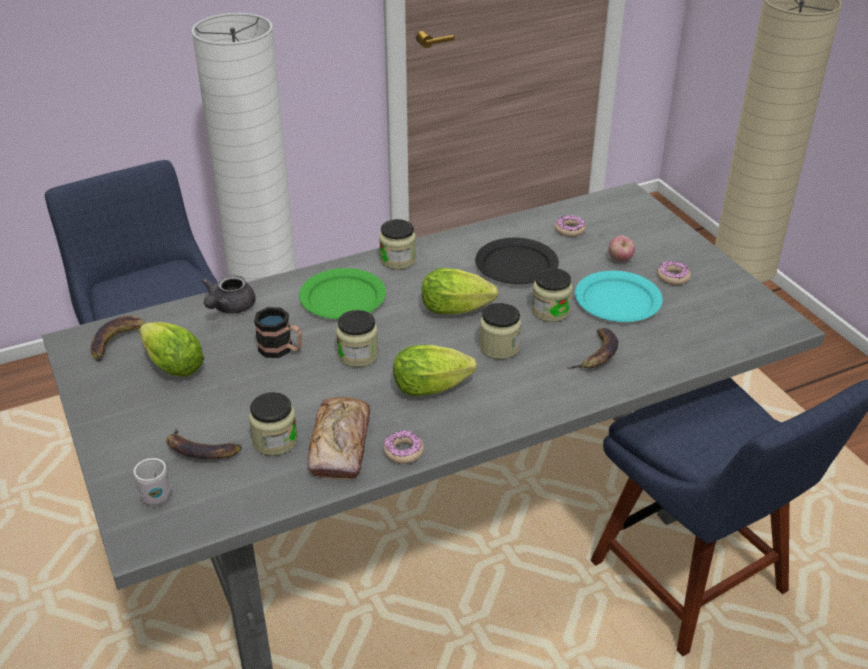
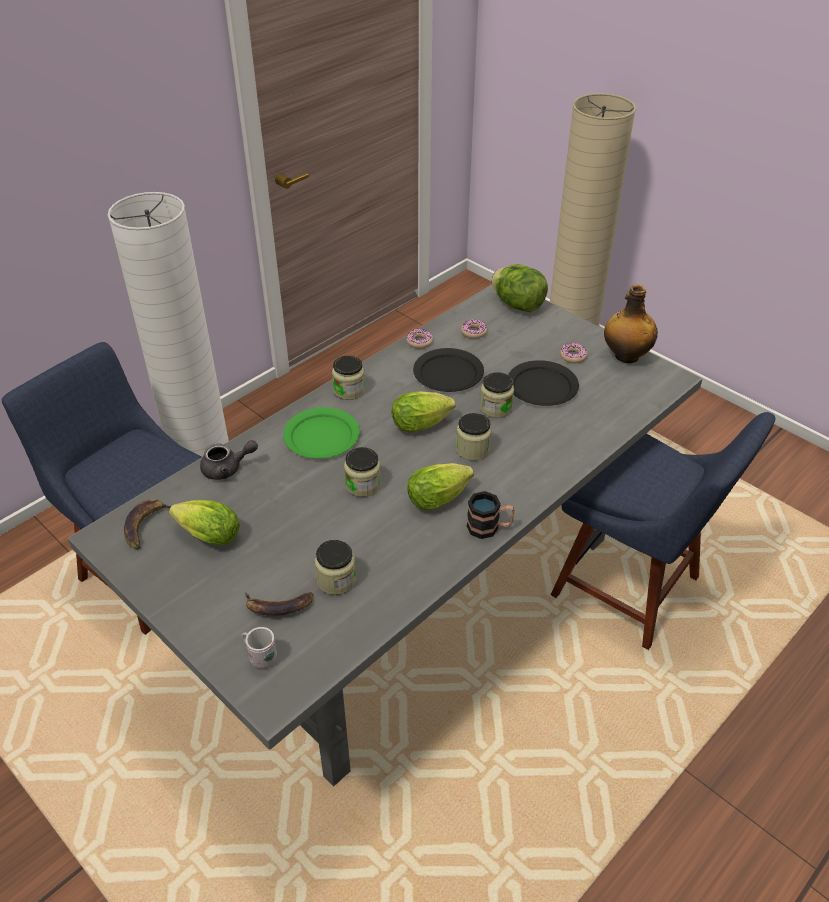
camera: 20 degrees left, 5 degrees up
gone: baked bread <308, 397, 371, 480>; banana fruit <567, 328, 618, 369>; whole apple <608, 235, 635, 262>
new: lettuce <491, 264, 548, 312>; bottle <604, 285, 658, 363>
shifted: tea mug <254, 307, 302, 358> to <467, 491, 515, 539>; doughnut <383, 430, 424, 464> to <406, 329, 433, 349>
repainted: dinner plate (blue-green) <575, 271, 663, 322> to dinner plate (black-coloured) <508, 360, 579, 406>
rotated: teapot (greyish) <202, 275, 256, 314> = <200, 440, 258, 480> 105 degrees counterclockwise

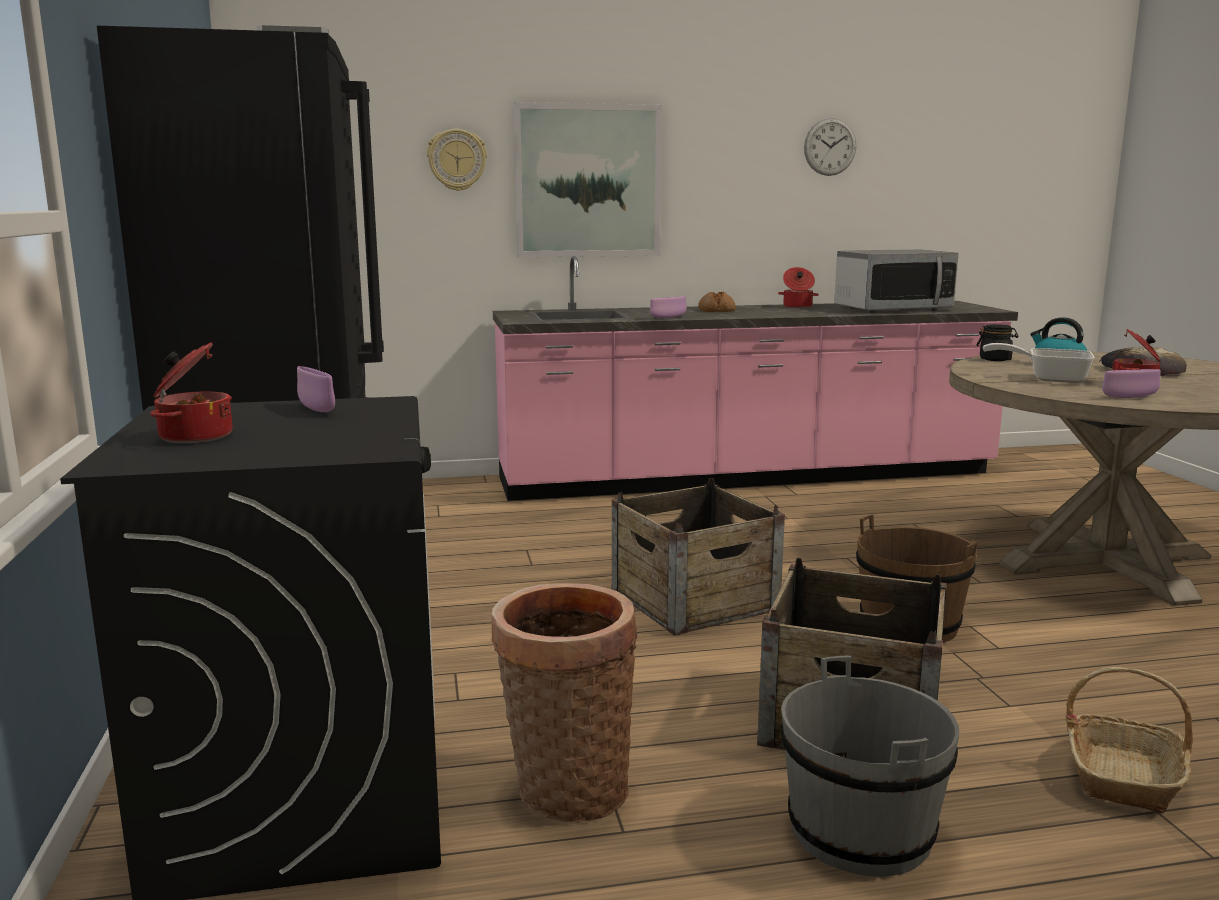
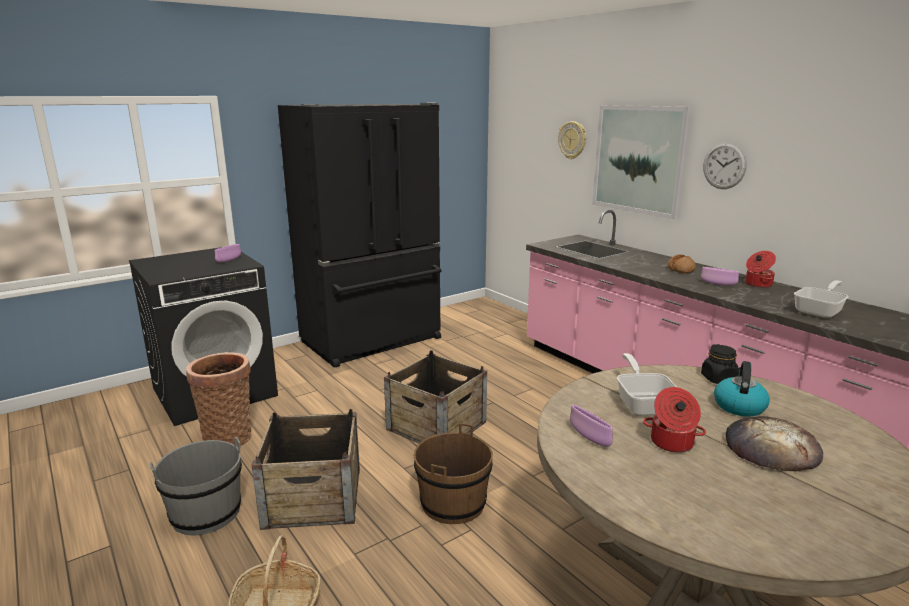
camera: 65 degrees right, 5 degrees up
gone: cooking pot <150, 342, 233, 443>
shifted: bowl (purple) <650, 296, 686, 318> to <701, 267, 739, 285>; hanging clock <804, 118, 856, 176> to <703, 142, 747, 189>
swapped: microwave oven <834, 249, 959, 312> to pan <794, 280, 849, 318>

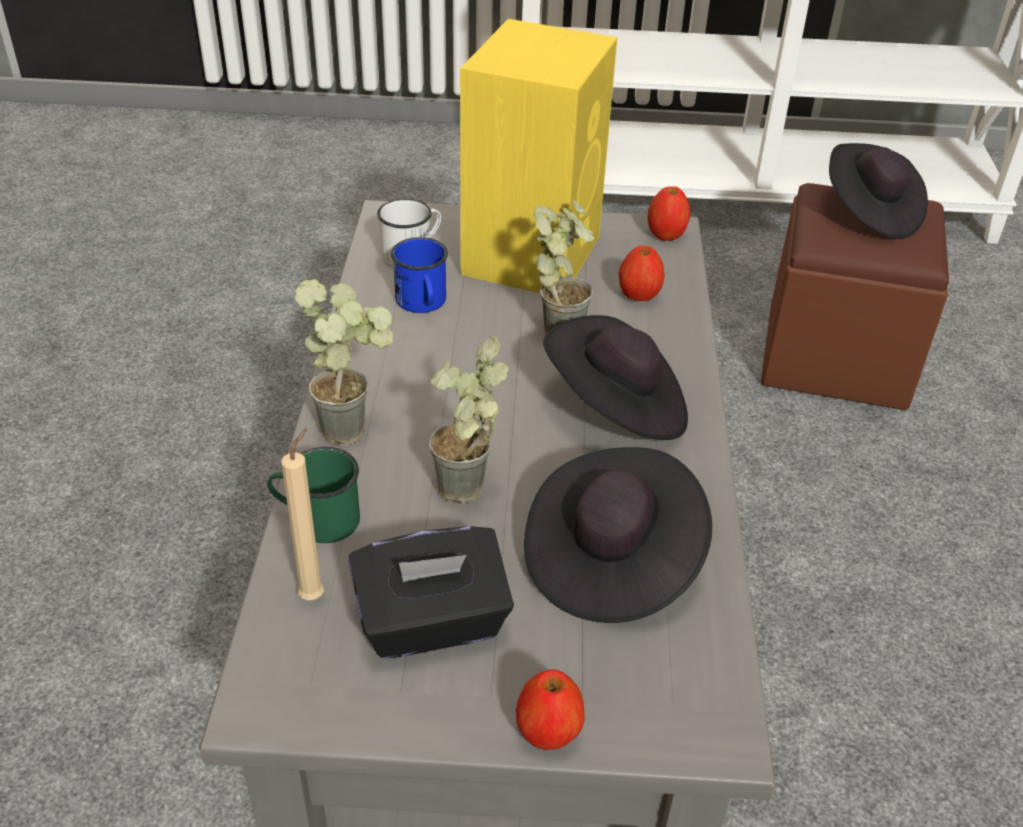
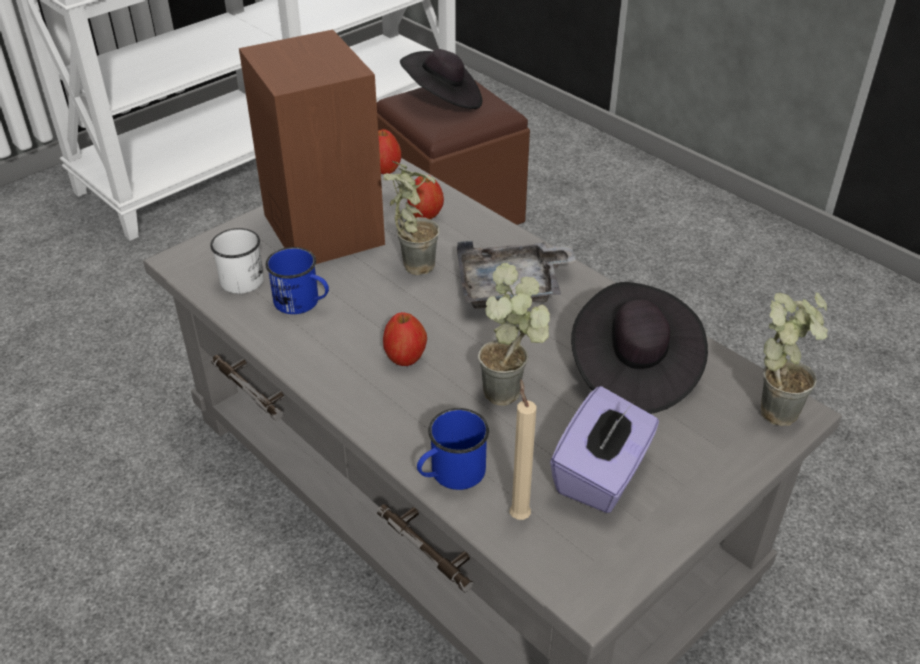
camera: 45 degrees left, 0 degrees up
shifted: houseplant <295, 279, 394, 445> to <761, 293, 828, 426>; whole apple <516, 669, 585, 750> to <383, 312, 427, 366>
swapped: hat (black-coloured) <543, 315, 688, 440> to carrying tray (greyish) <457, 241, 577, 308>
repainted: tea mug (green) <267, 447, 360, 543> to tea mug (bluish) <417, 408, 489, 490>; tissue holder (black-coloured) <348, 526, 514, 659> to tissue holder (purple) <550, 386, 659, 513>; audio speaker (yellow) <460, 19, 617, 294> to audio speaker (brownish) <239, 30, 385, 264>

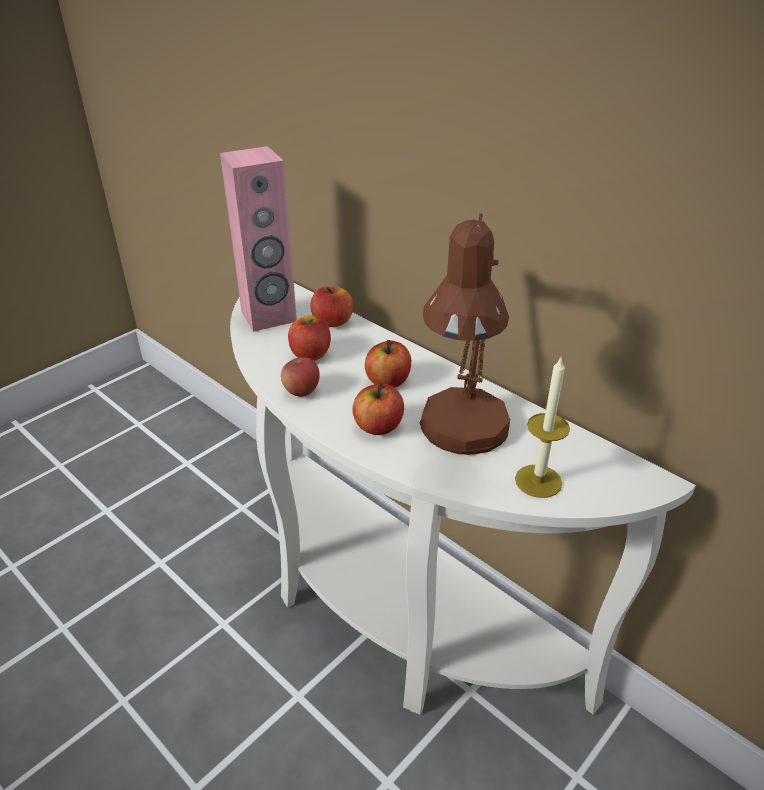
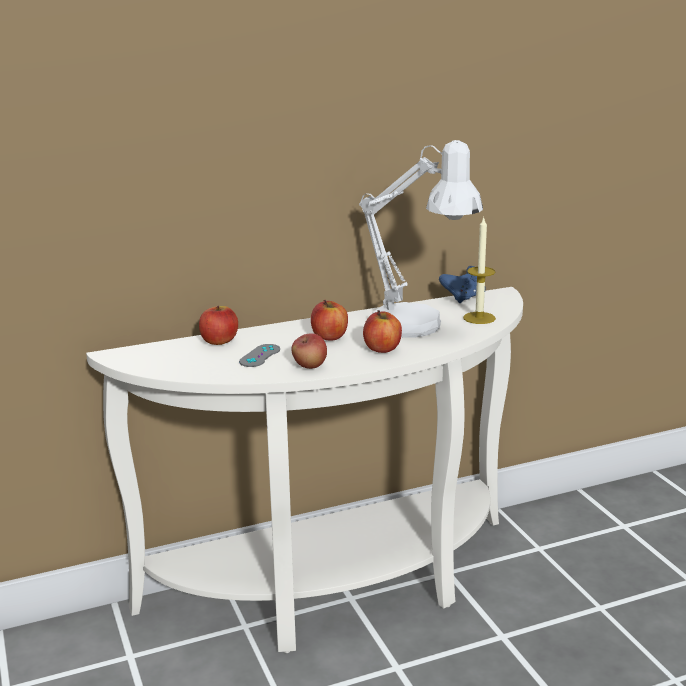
camera: 65 degrees left, 15 degrees down
gone: audio speaker (pinkish) <220, 146, 297, 332>
new: joypad (bluish) <439, 266, 486, 303>
swapped: whole apple <288, 316, 331, 361> to joypad (greyish) <239, 344, 280, 367>
repainted: table lamp (brownish) <420, 213, 510, 455> to table lamp (white) <359, 140, 483, 338>

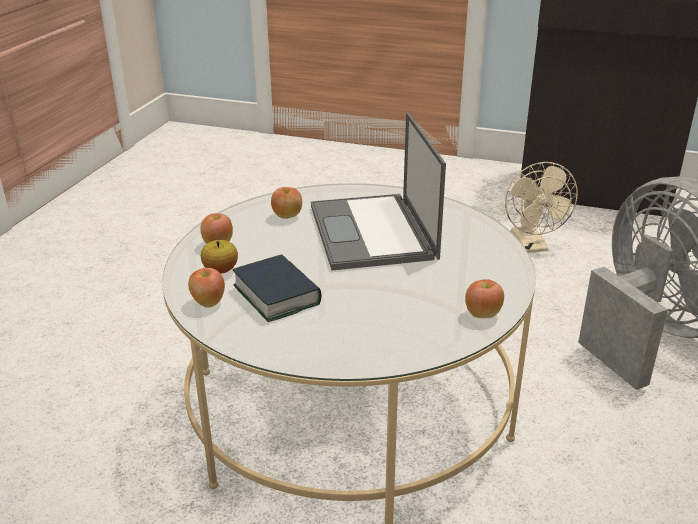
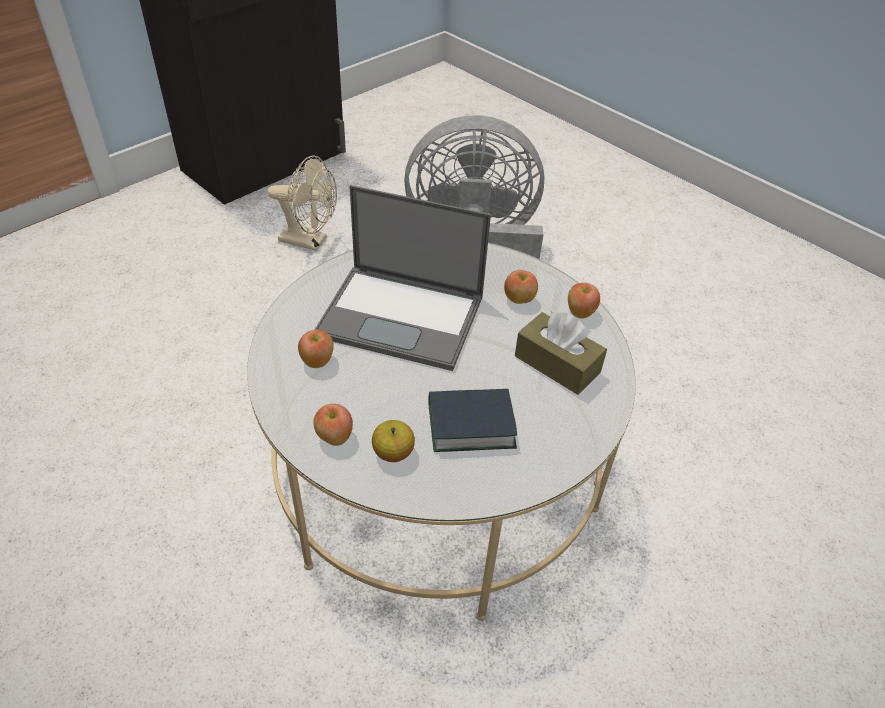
camera: 65 degrees left, 15 degrees up
new: tissue holder (brownish) <515, 311, 607, 395>
shifted: whole apple <188, 268, 225, 308> to <504, 270, 538, 304>

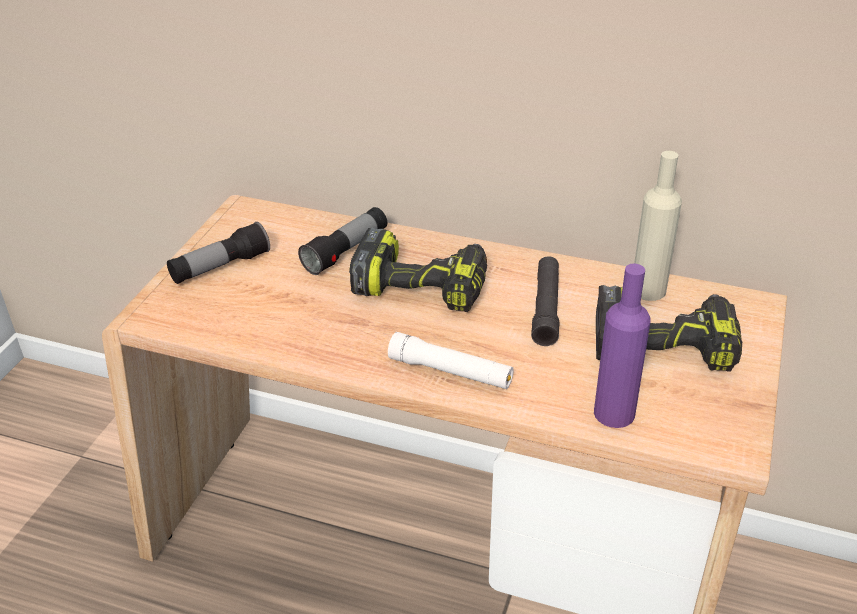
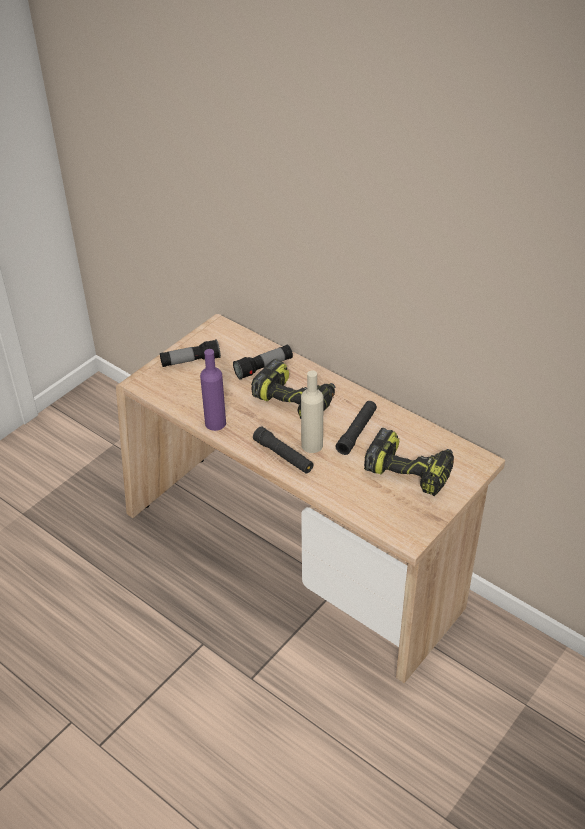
camera: 20 degrees right, 5 degrees up
shifted: bottle (purple) <594, 264, 651, 428> to <200, 349, 226, 431>; bottle (beige-coloured) <634, 151, 682, 301> to <301, 370, 324, 453>
repainted: flashlight (white) <388, 332, 514, 389> to flashlight (black-coloured) <253, 427, 314, 474>

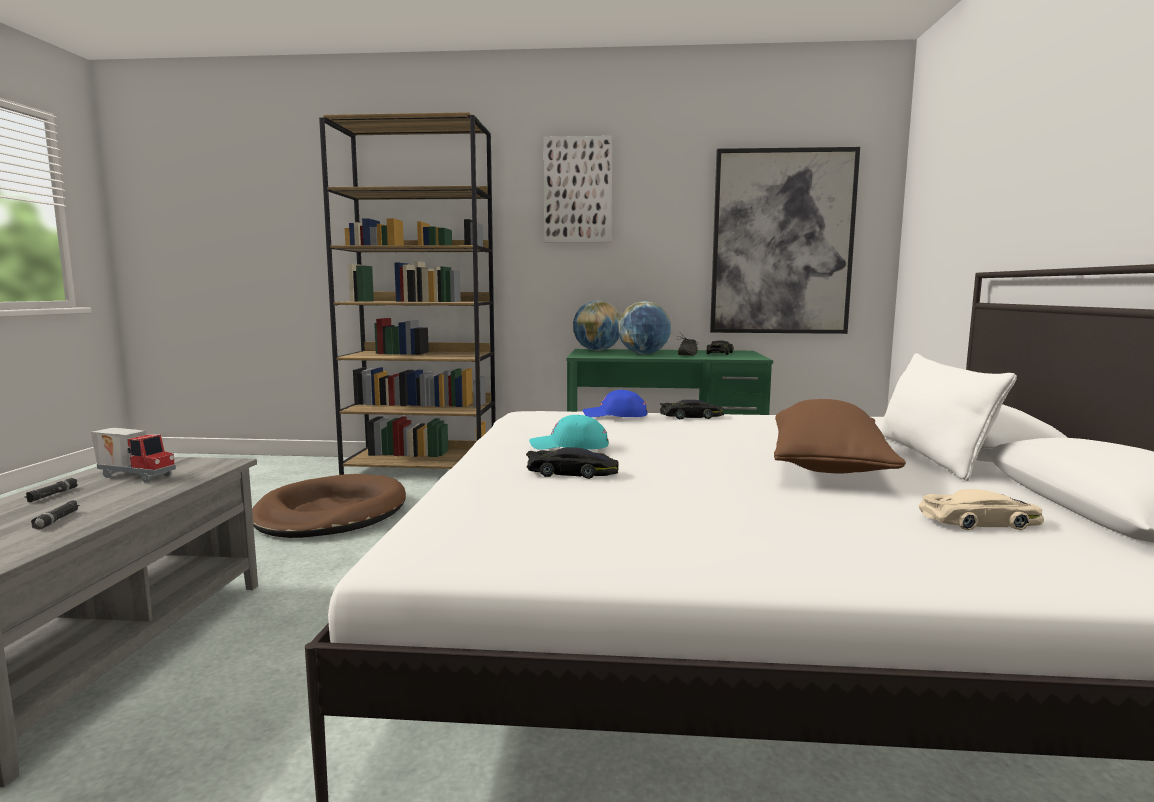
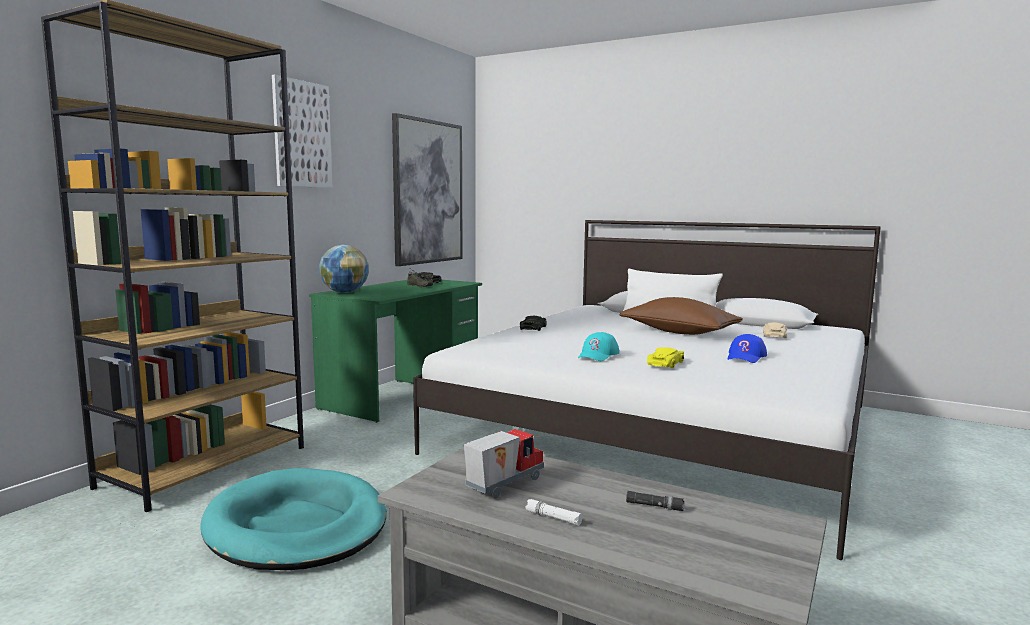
camera: 65 degrees left, 0 degrees up
gone: desk globe <618, 301, 671, 354>
shifted: peaked cap (bluish) <583, 390, 647, 417> to <728, 334, 767, 363>
repainted: flashlight (black-coloured) <25, 478, 78, 502> to flashlight (white) <525, 499, 582, 526>; pet bed (brownish) <252, 474, 406, 538> to pet bed (blue-green) <201, 468, 386, 570>; miniature car (black-coloured) <526, 447, 619, 479> to miniature car (yellow) <647, 347, 684, 368>

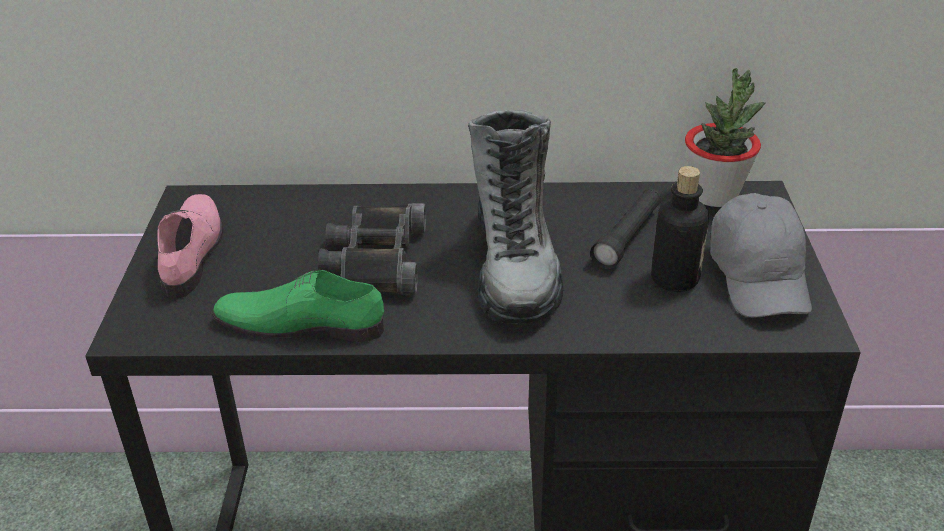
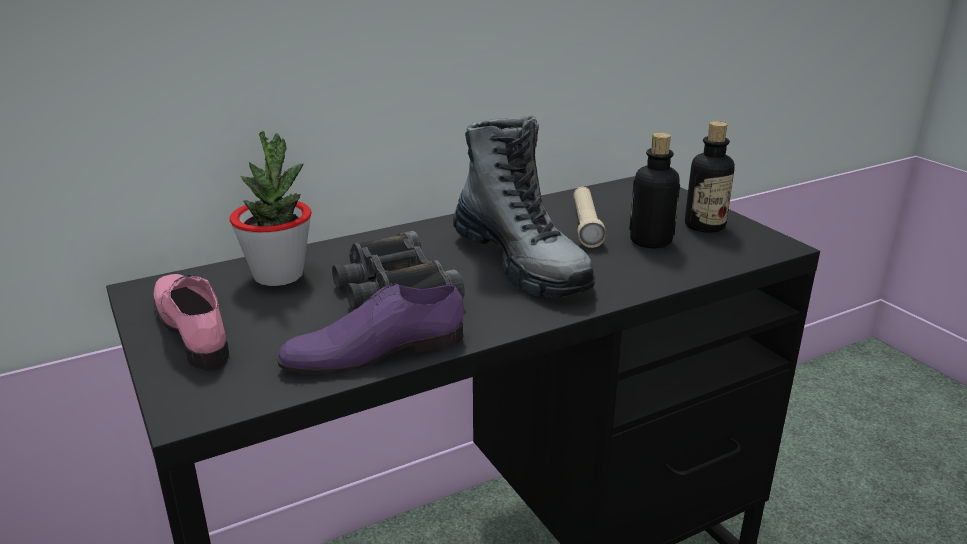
camera: 30 degrees left, 10 degrees down
shifted: houseplant <685, 68, 766, 207> to <230, 131, 312, 286>
swapped: peaked cap (greyish) <710, 193, 812, 318> to bottle <685, 121, 735, 233>
repainted: low shoe (green) <212, 270, 384, 342> to low shoe (purple) <277, 283, 464, 374>; flashlight (black-coloured) <590, 189, 661, 269> to flashlight (beige-coloured) <574, 187, 606, 248>

